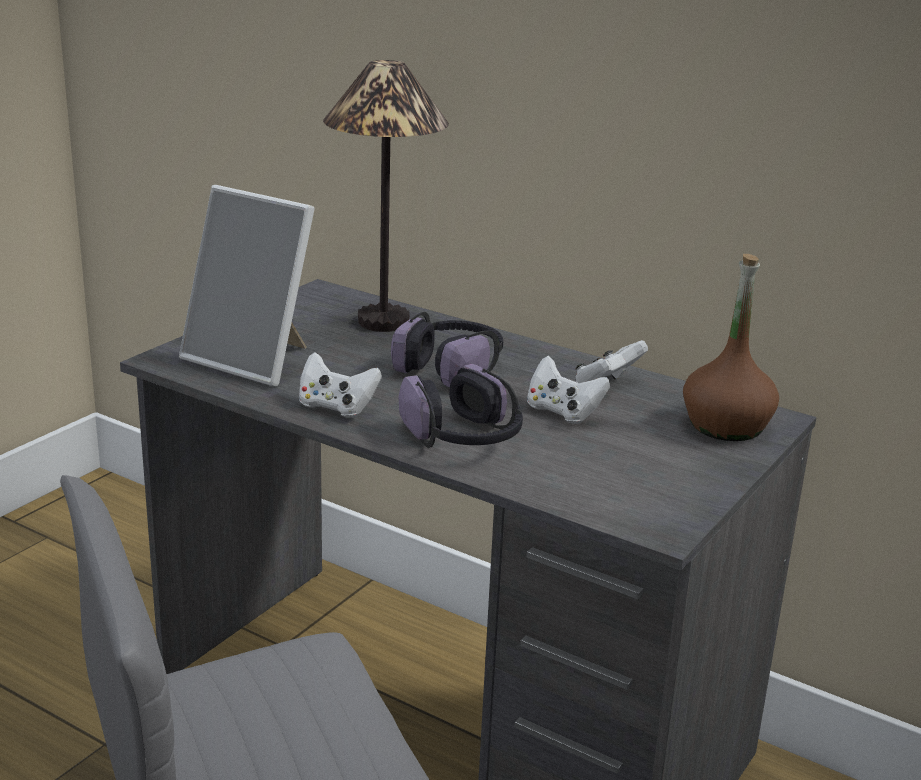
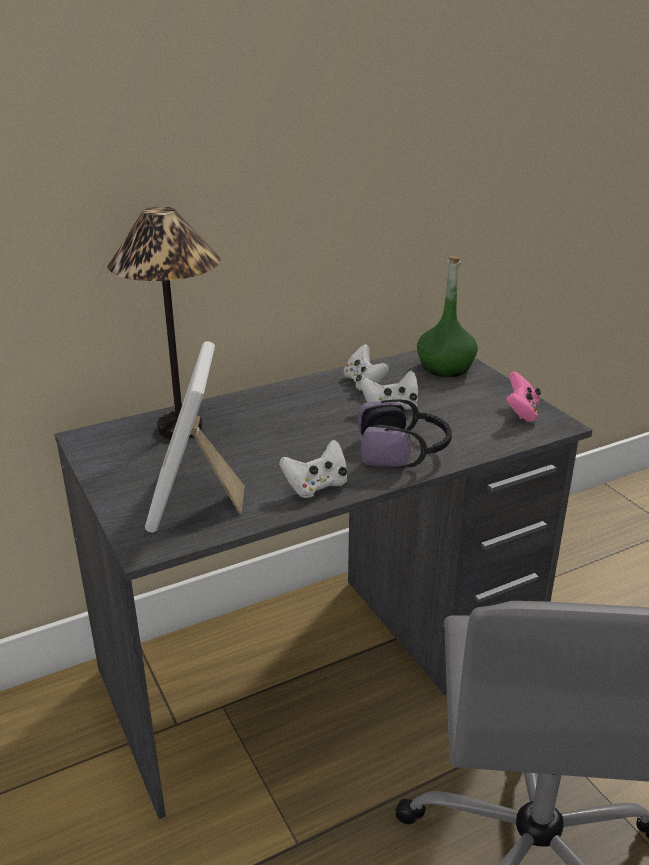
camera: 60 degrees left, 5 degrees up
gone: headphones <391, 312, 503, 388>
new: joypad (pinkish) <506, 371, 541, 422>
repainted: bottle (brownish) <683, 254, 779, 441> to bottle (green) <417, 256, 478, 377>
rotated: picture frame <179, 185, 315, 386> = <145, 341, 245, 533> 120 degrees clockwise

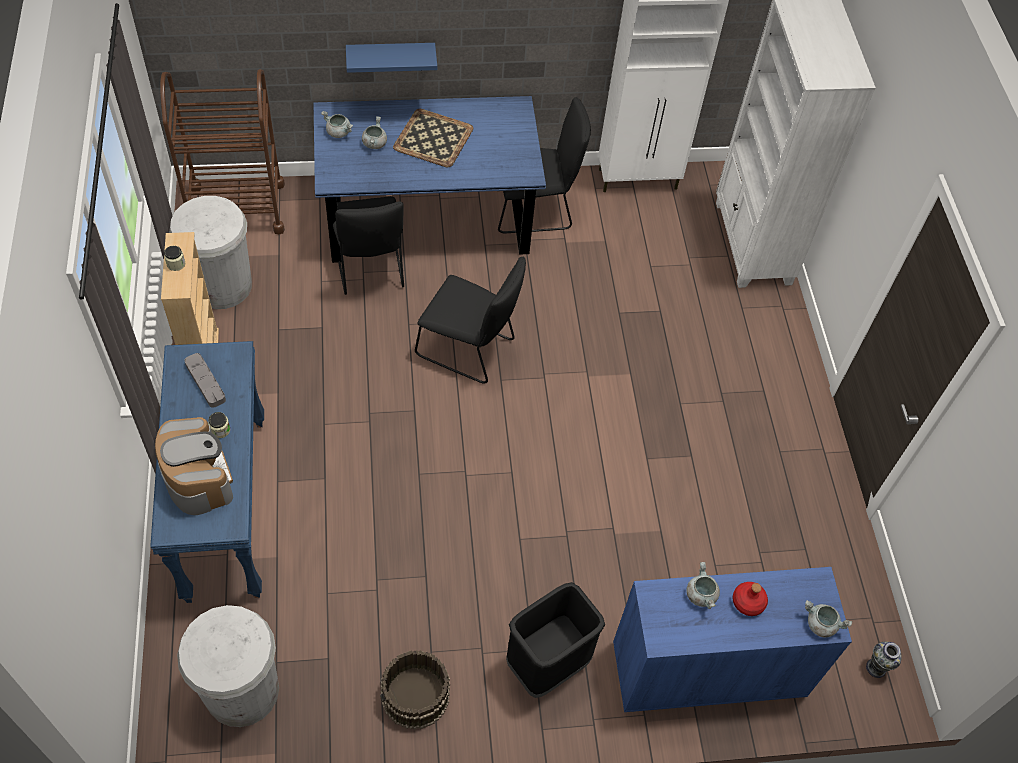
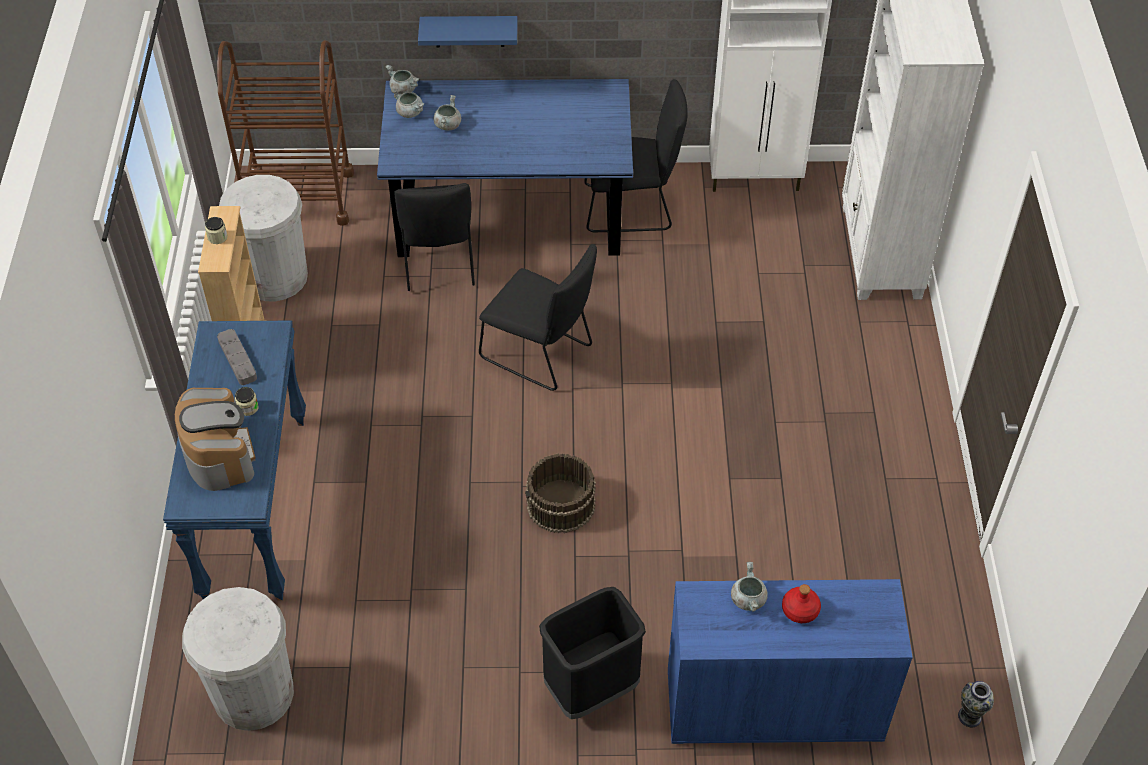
camera: 10 degrees right, 5 degrees down
gone: carrying tray <393, 109, 473, 167>
shifted: water bucket (brownish) <380, 650, 450, 730> to <525, 453, 596, 533>; cooking pot (greyish) <805, 600, 852, 638> to <385, 65, 419, 95>

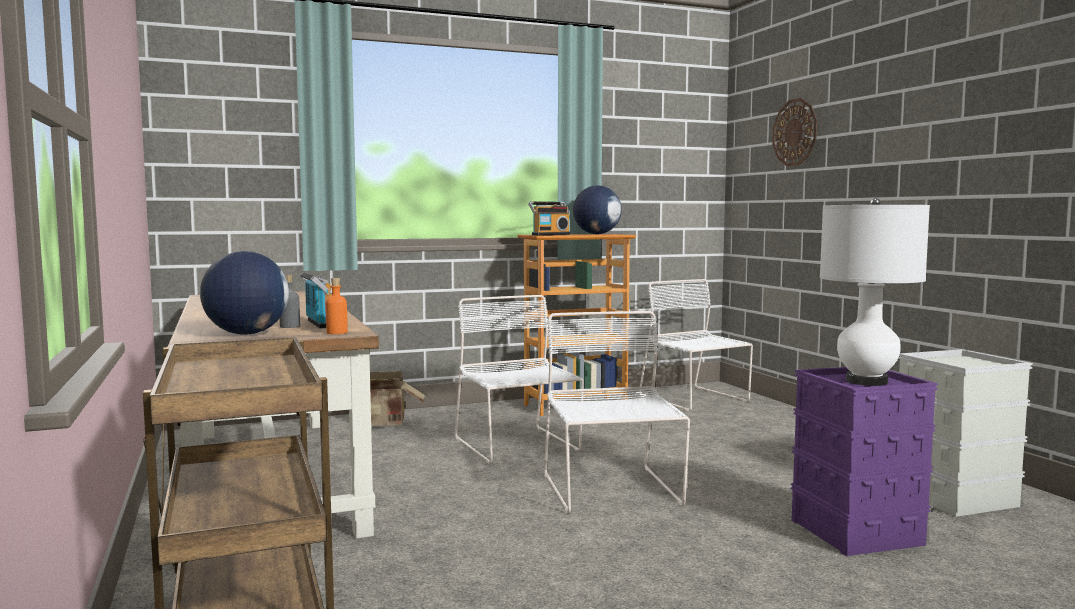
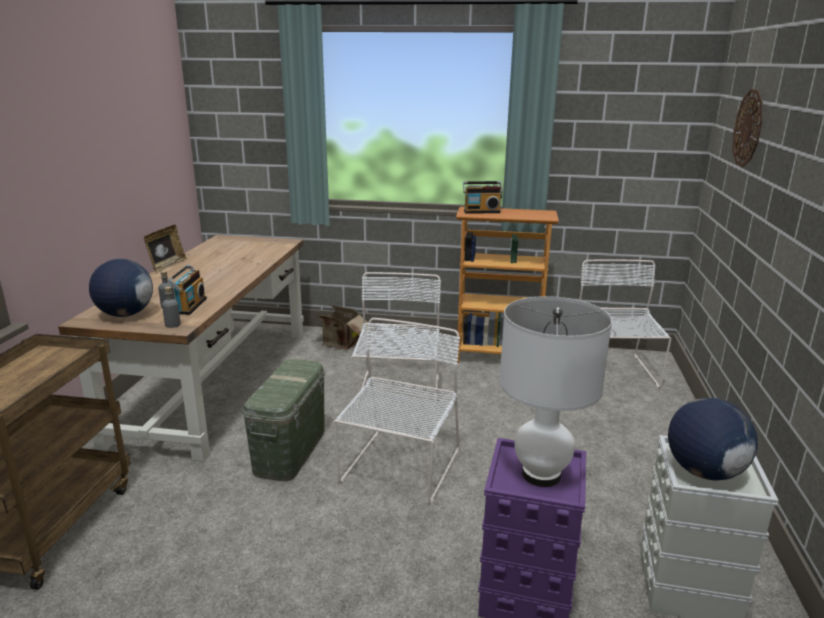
camera: 30 degrees right, 15 degrees up
new: picture frame <144, 225, 187, 272>; storage box (green) <243, 359, 325, 481>
shifted: desk globe <573, 185, 622, 234> to <668, 398, 758, 481>
repainted: bottle (orange) <326, 278, 348, 334> to bottle (greyish) <162, 287, 181, 328>

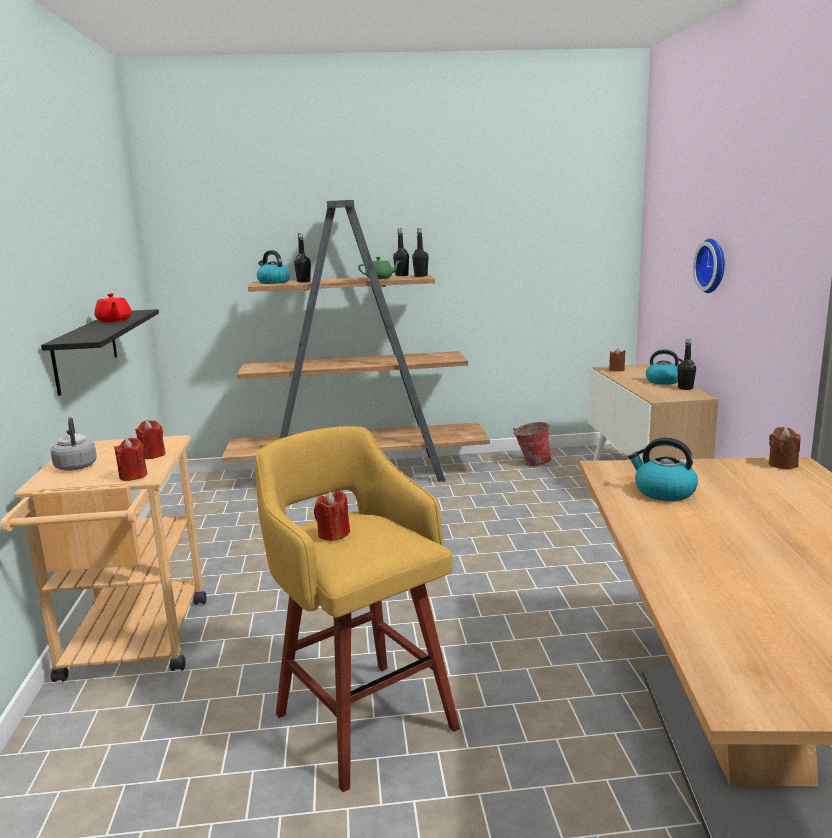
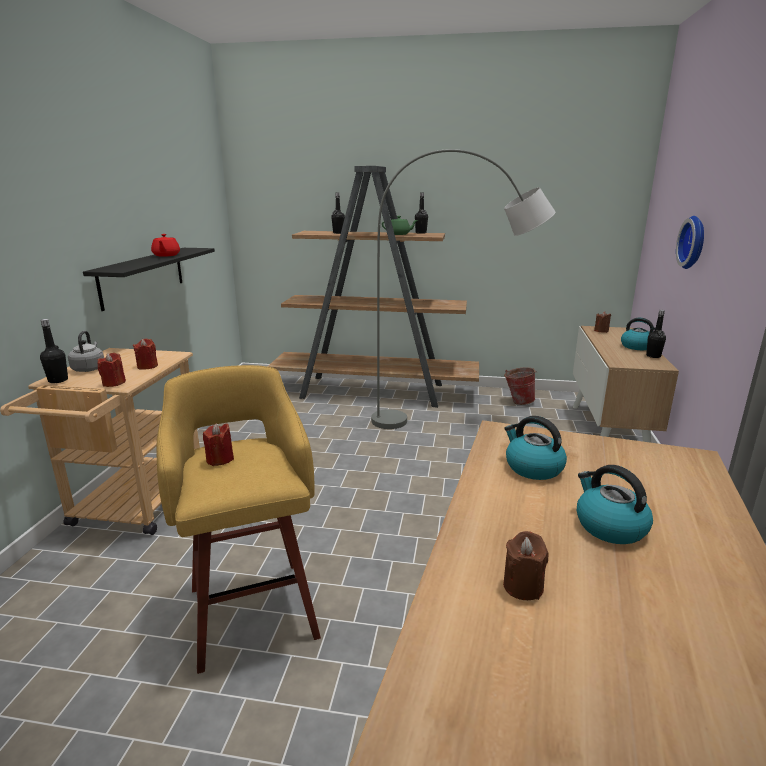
camera: 15 degrees right, 5 degrees up
new: standing lamp (greyish) <371, 149, 556, 429>
shifted: kettle <257, 250, 290, 284> to <577, 465, 653, 544>; bottle (black-coloured) <412, 228, 428, 277> to <40, 319, 68, 383>; wax candle (brownish) <769, 427, 800, 469> to <503, 531, 549, 600>

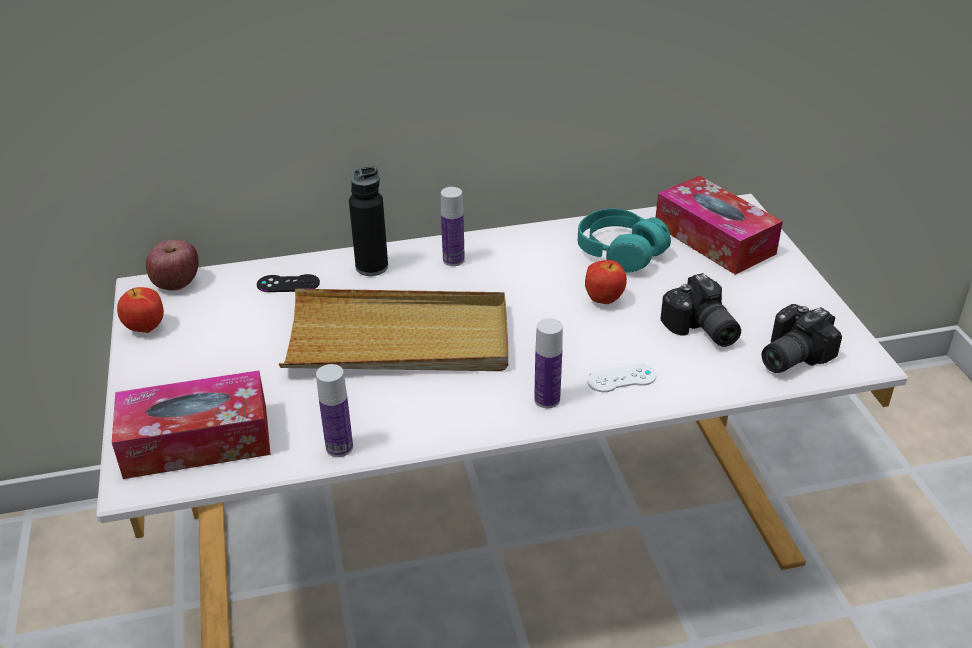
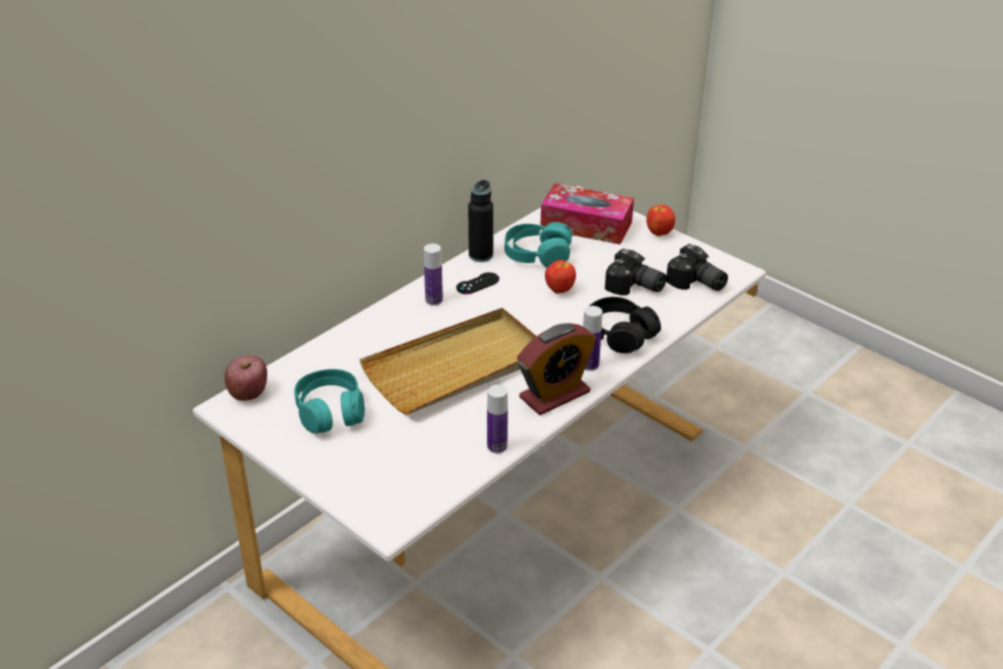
camera: 35 degrees left, 0 degrees up
gone: tissue holder <112, 370, 271, 479>
new: headphones (blue-green) <294, 369, 365, 433>; alarm clock <517, 323, 596, 415>
shifted: whole apple <117, 287, 164, 333> to <646, 205, 675, 236>; joypad (black-coloured) <257, 274, 320, 292> to <456, 272, 499, 294>; bottle (black-coloured) <349, 167, 388, 276> to <468, 180, 493, 262>
swapped: joypad (white) <587, 364, 656, 392> to headphones (black-coloured) <589, 297, 661, 353>
rotated: photo camera <762, 304, 842, 373> = <666, 244, 728, 291> 60 degrees counterclockwise

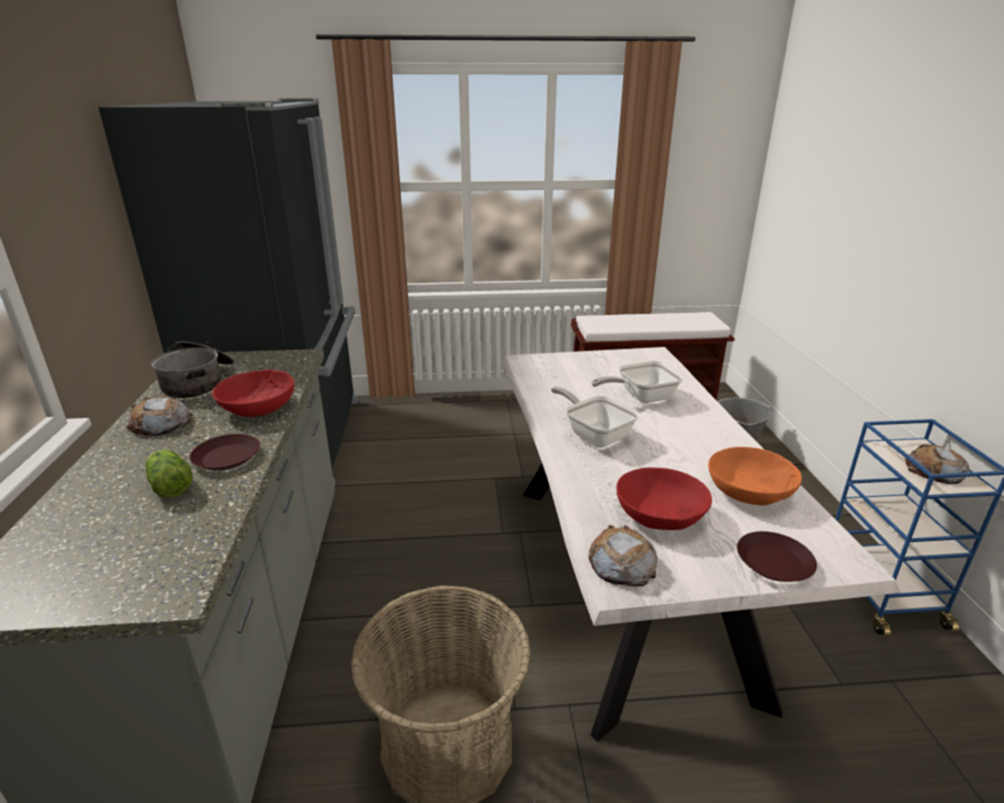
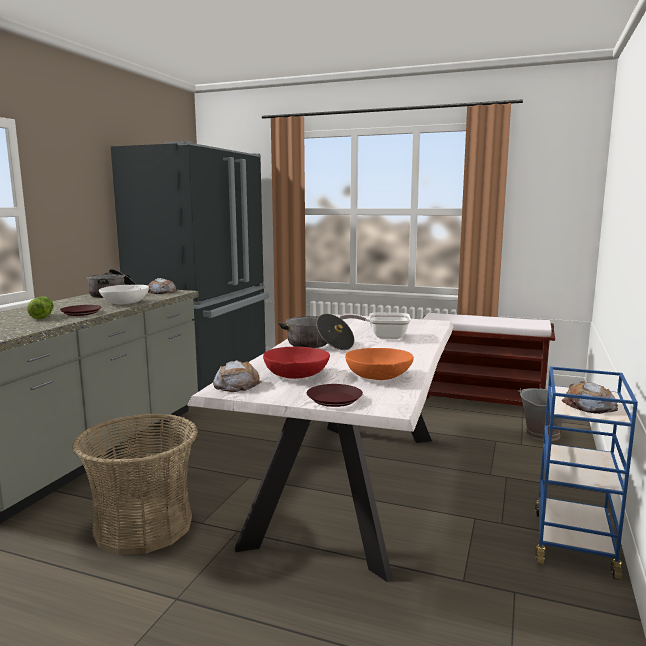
camera: 25 degrees right, 15 degrees down
shifted: baked bread <126, 396, 192, 436> to <148, 278, 177, 294>
swapped: pan <551, 386, 640, 448> to cooking pot <277, 314, 354, 350>
repainted: bowl (reddish) <212, 370, 294, 417> to bowl (white) <99, 285, 149, 305>

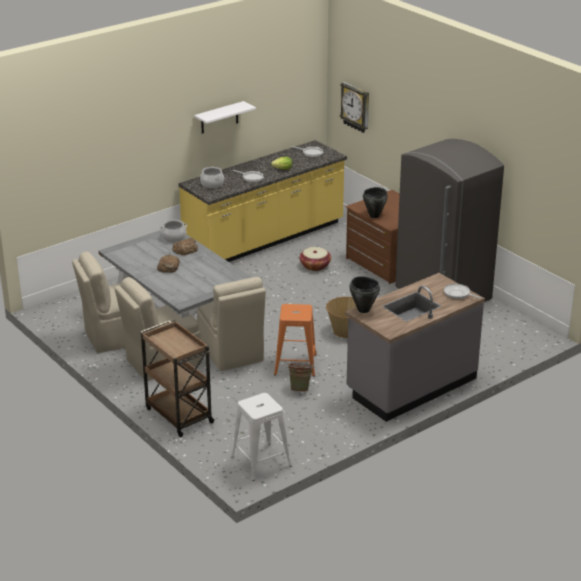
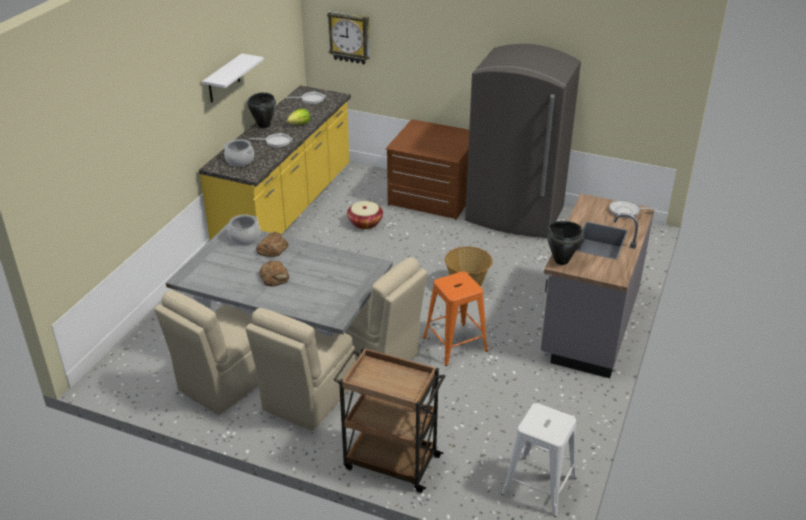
camera: 30 degrees left, 5 degrees up
gone: water bucket (green) <287, 363, 314, 392>
shifted: cooking pot (black-coloured) <363, 187, 388, 218> to <248, 92, 276, 128>

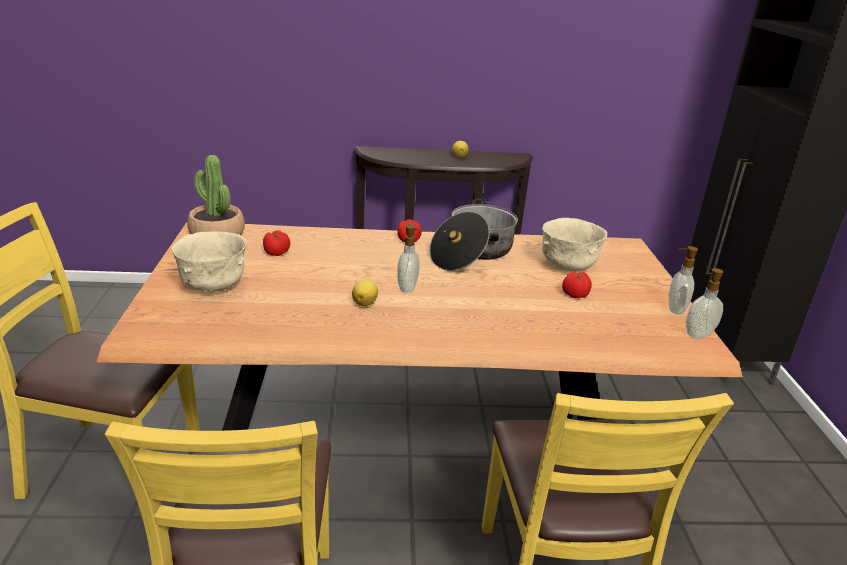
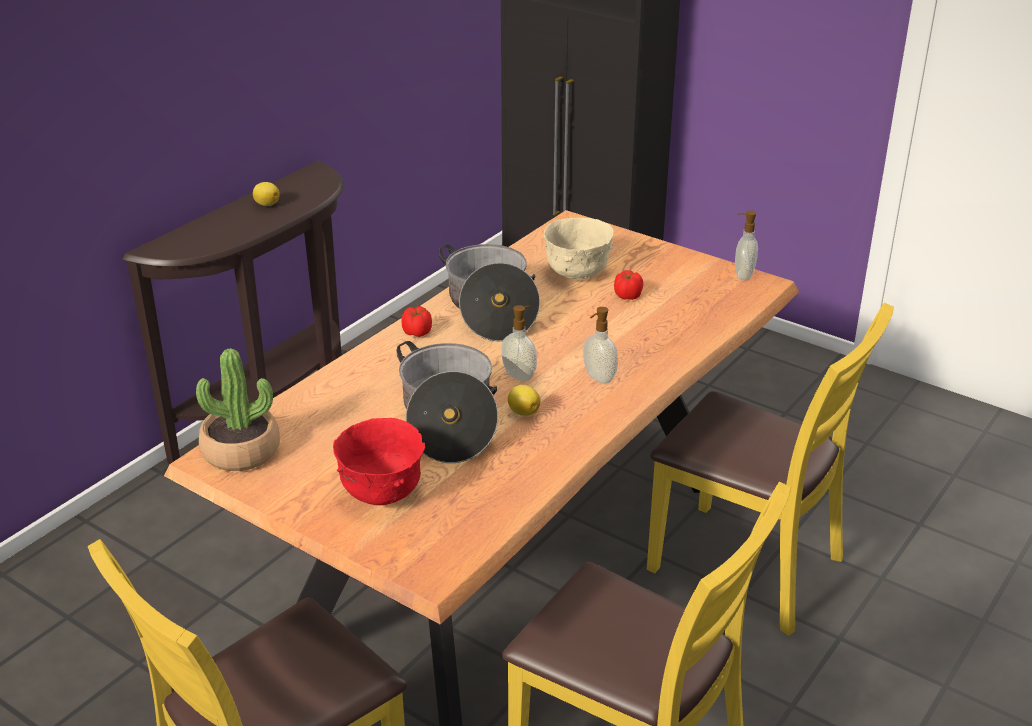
camera: 50 degrees left, 5 degrees up
gone: whole tomato <263, 230, 290, 256>
new: cooking pot <396, 341, 498, 463>
shifted: liquid soap bottle <669, 246, 698, 315> to <583, 307, 618, 384>
repainted: bowl (beige-coloured) <172, 231, 247, 292> to bowl (reddish) <333, 418, 425, 505>

